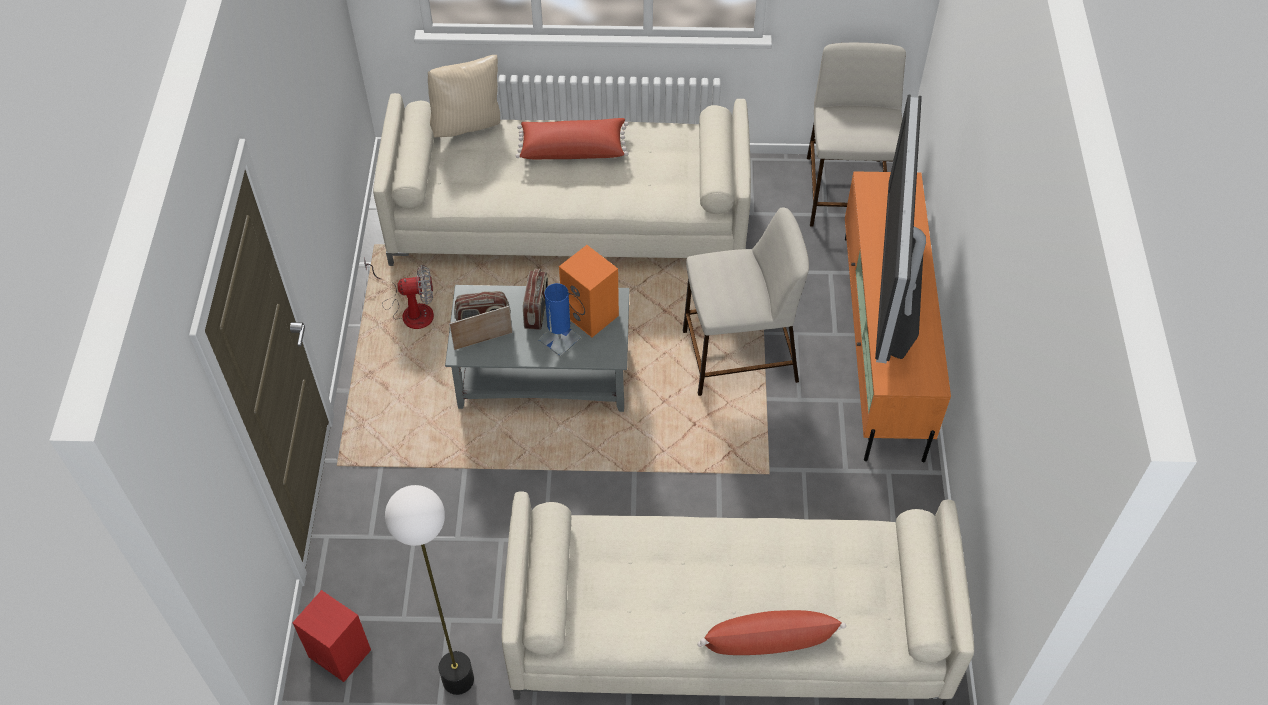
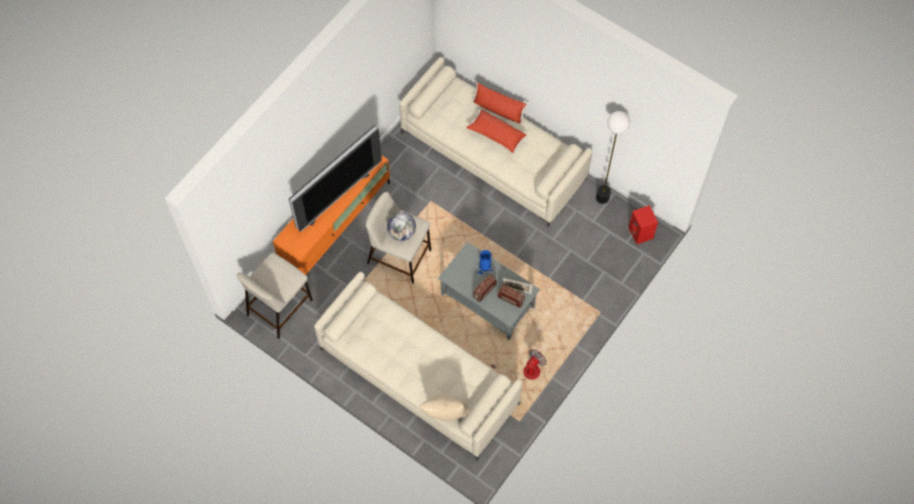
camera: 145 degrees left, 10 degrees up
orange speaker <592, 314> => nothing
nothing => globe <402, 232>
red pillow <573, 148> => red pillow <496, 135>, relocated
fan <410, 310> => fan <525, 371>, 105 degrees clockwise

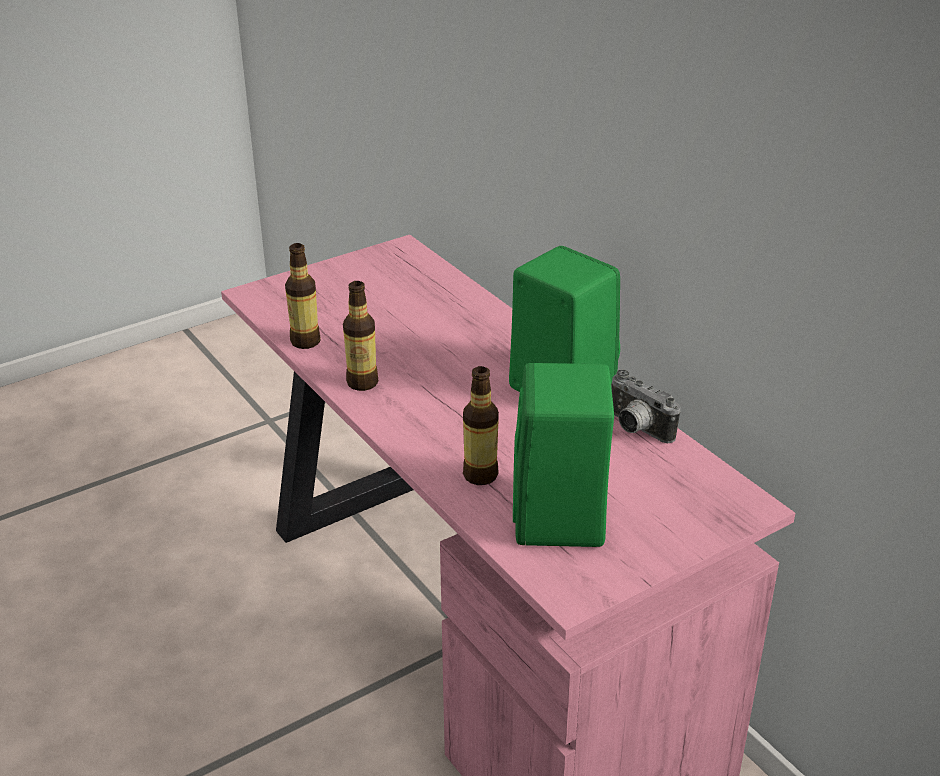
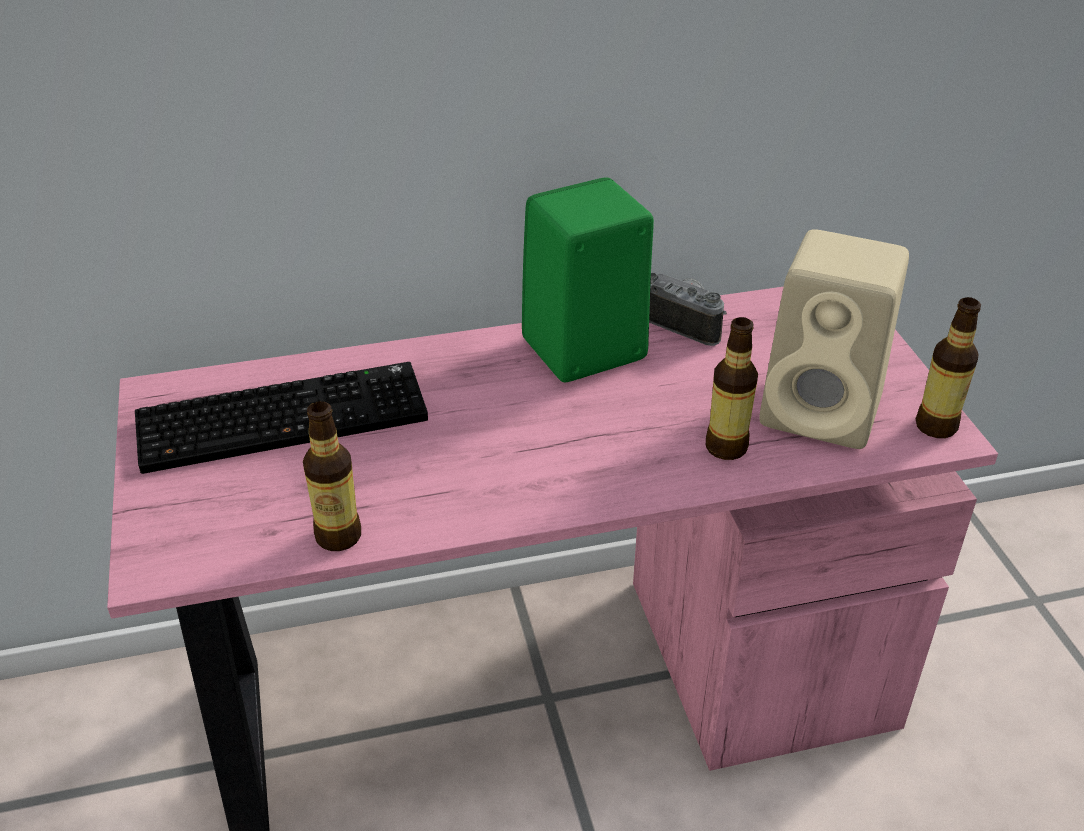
camera: 70 degrees left, 5 degrees up
nothing => keyboard <285, 416>
bottle <362, 383> => bottle <936, 426>, relocated
green speaker <560, 520> => beige speaker <825, 411>
photo camera <635, 429> => photo camera <685, 323>, 120 degrees counterclockwise

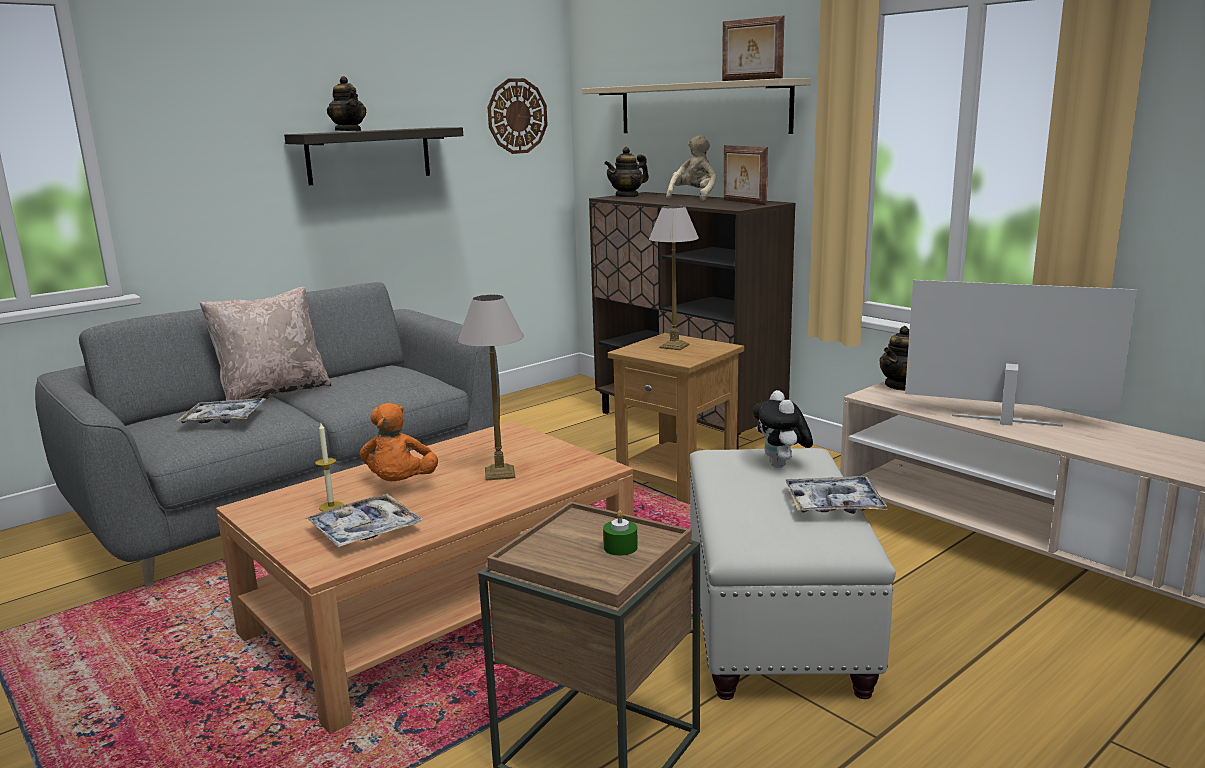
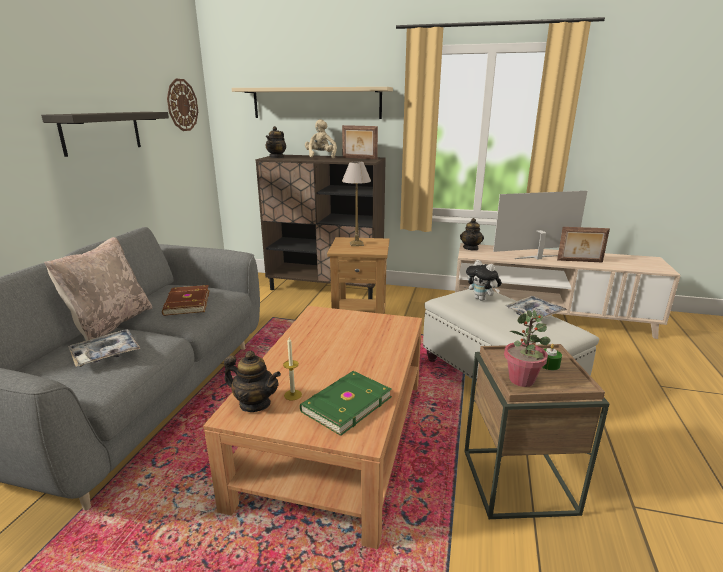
camera: 35 degrees left, 5 degrees up
orange plush toy <400, 485> => nothing
table lamp <500, 473> => nothing
nothing => brown book <186, 303>
nothing => potted plant <522, 380>
teapot <349, 131> => teapot <255, 403>, relocated
picture frame <750, 79> => picture frame <580, 261>, relocated
tray <365, 531> => green book <345, 404>

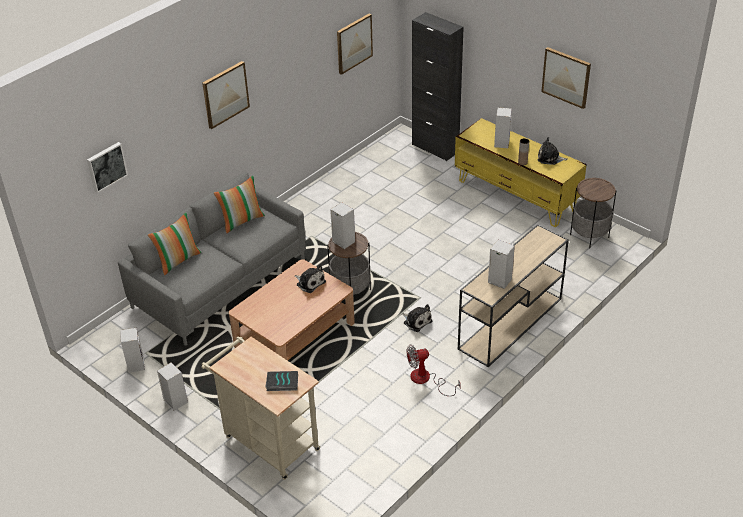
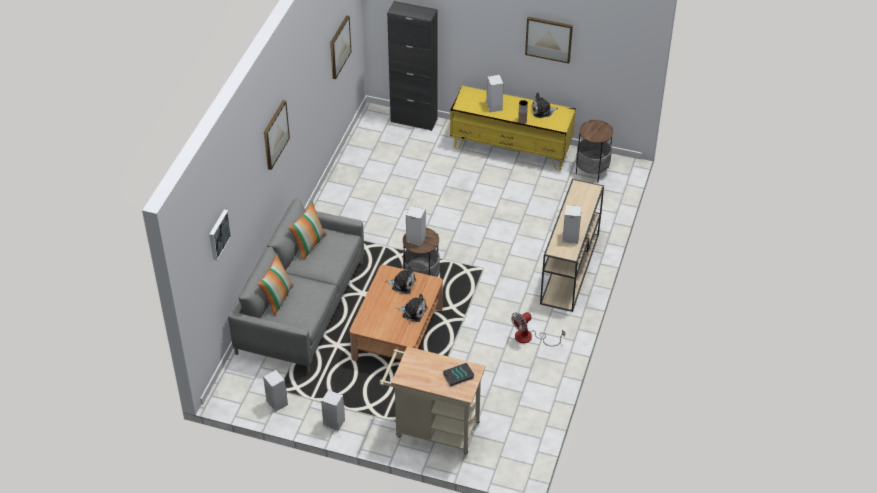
camera: 25 degrees left, 5 degrees up
plush toy <416, 321> => plush toy <413, 311>, relocated

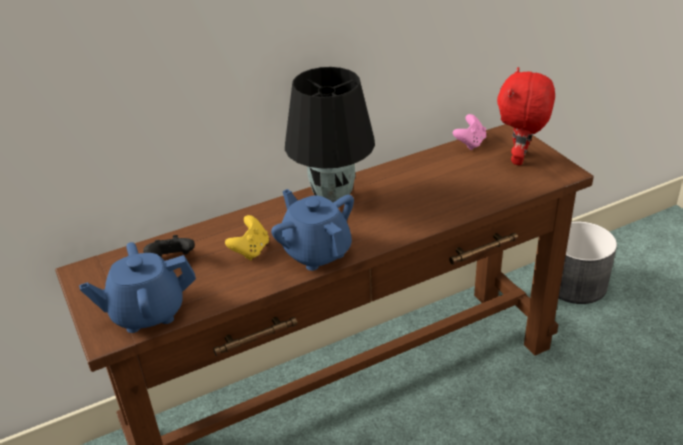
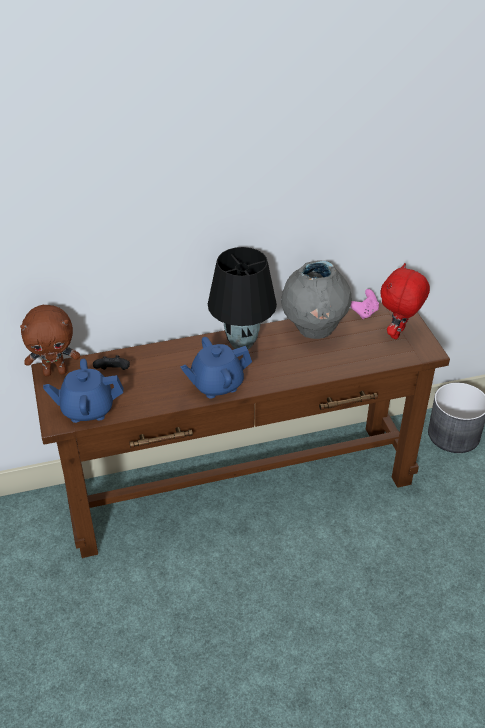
camera: 10 degrees right, 5 degrees up
yellow game controller <251, 250> => nothing
nothing => brown plush toy <55, 372>
nothing => grey vase <314, 330>
blue teapot <316, 252> => blue teapot <216, 385>, 90 degrees counterclockwise

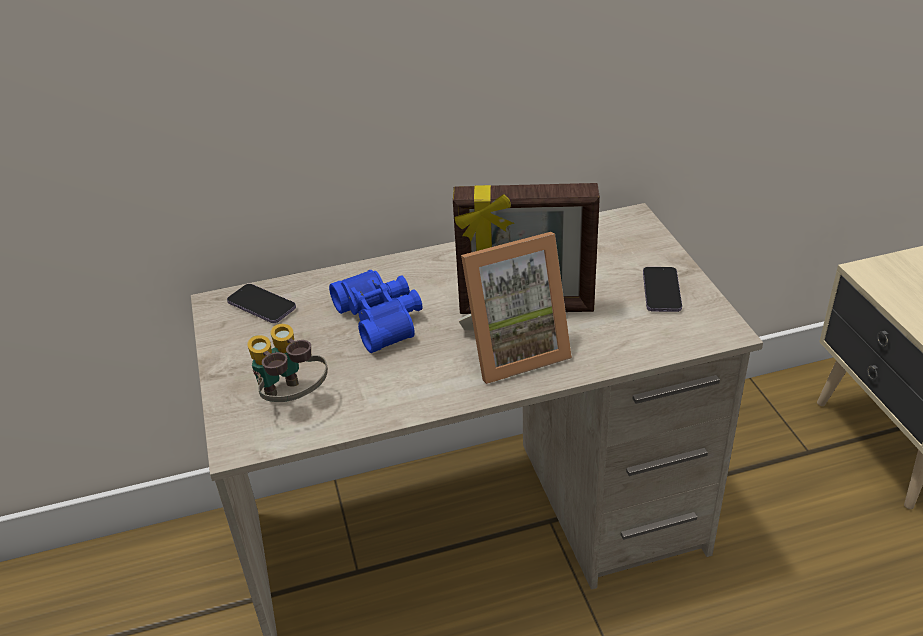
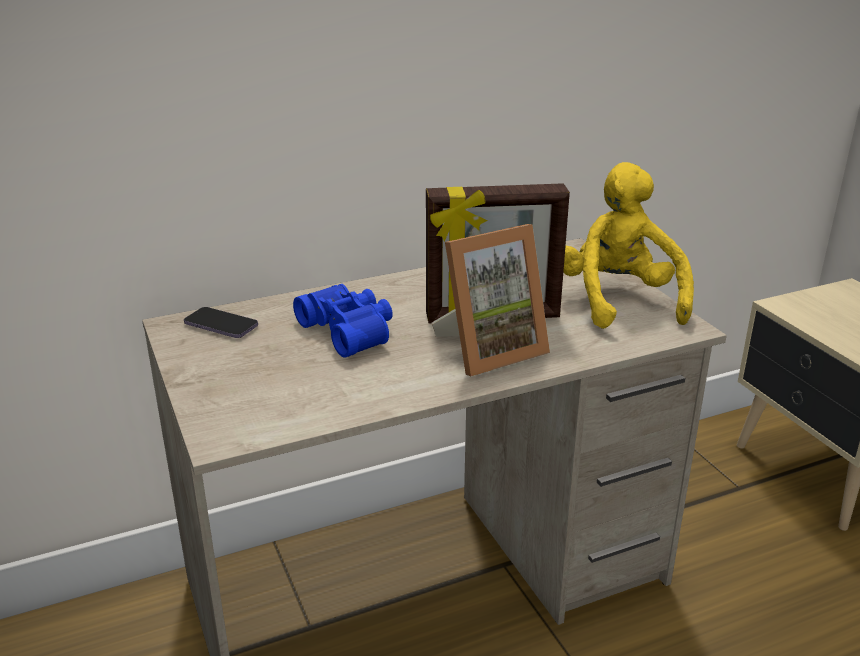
camera: 10 degrees left, 10 degrees down
binoculars <292, 400> => nothing
phone <661, 291> => yellow plush toy <618, 301>

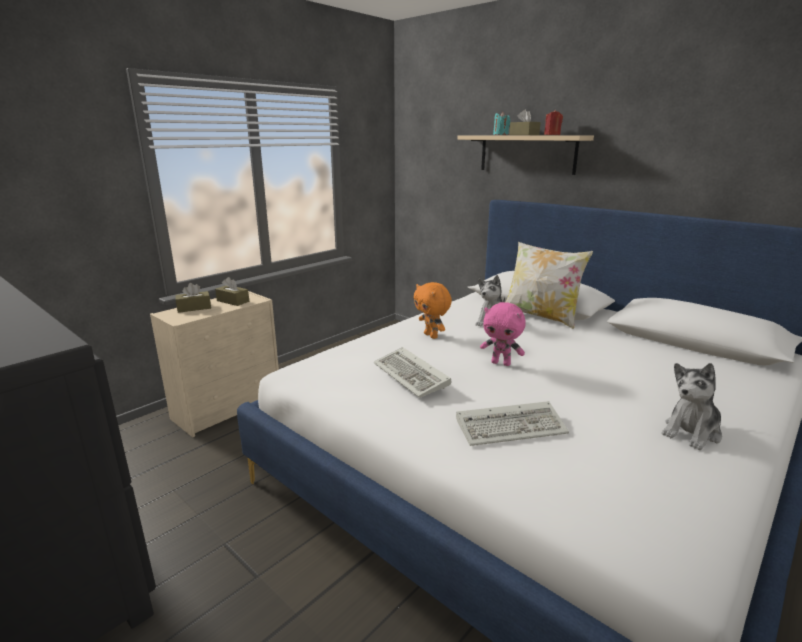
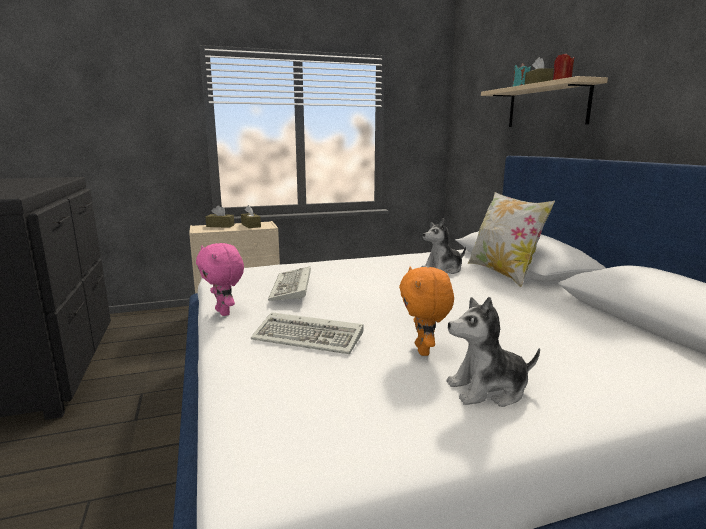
camera: 30 degrees right, 5 degrees down
orange plush toy <431, 336> => orange plush toy <424, 350>, relocated
pink plush toy <501, 363> => pink plush toy <224, 312>, relocated

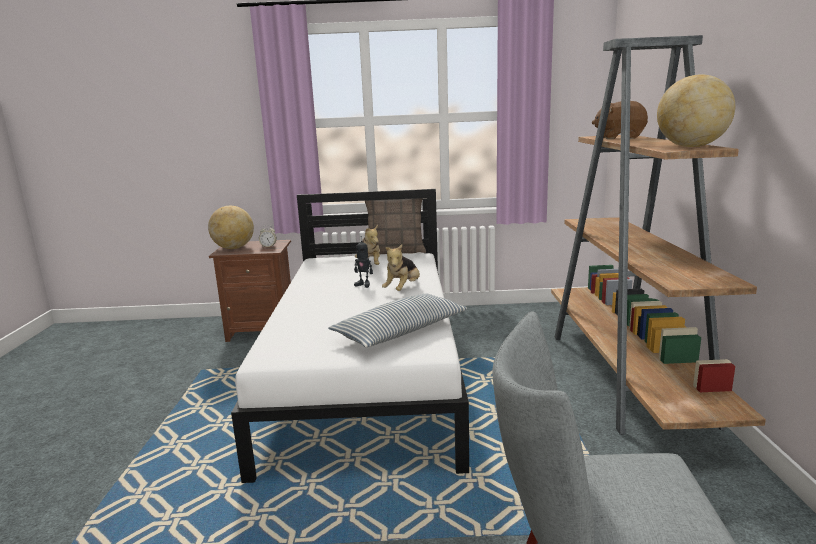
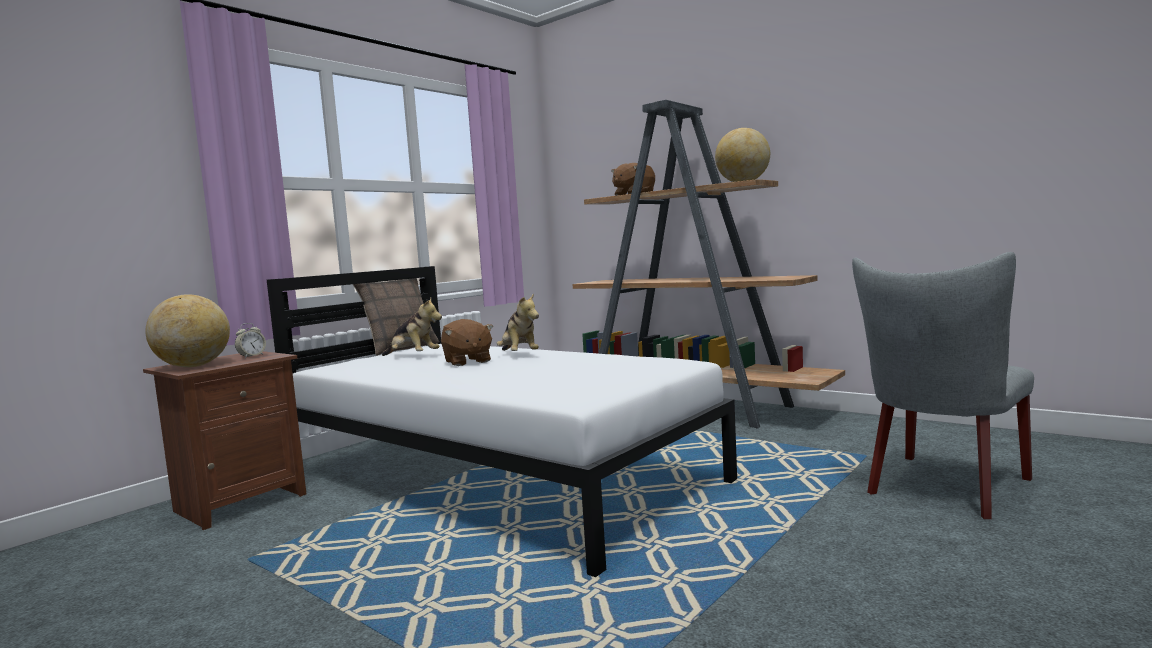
camera: 50 degrees left, 10 degrees down
pillow <400, 332> => nothing
toy robot <363, 285> => brown plush toy <467, 361>

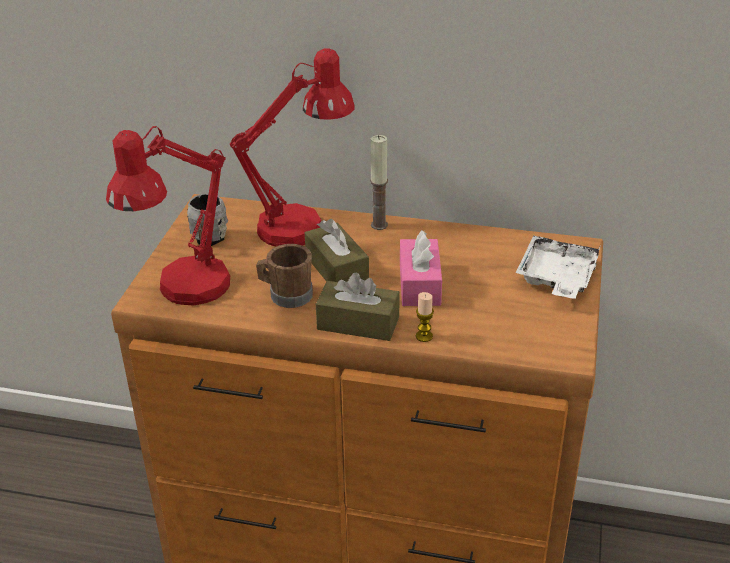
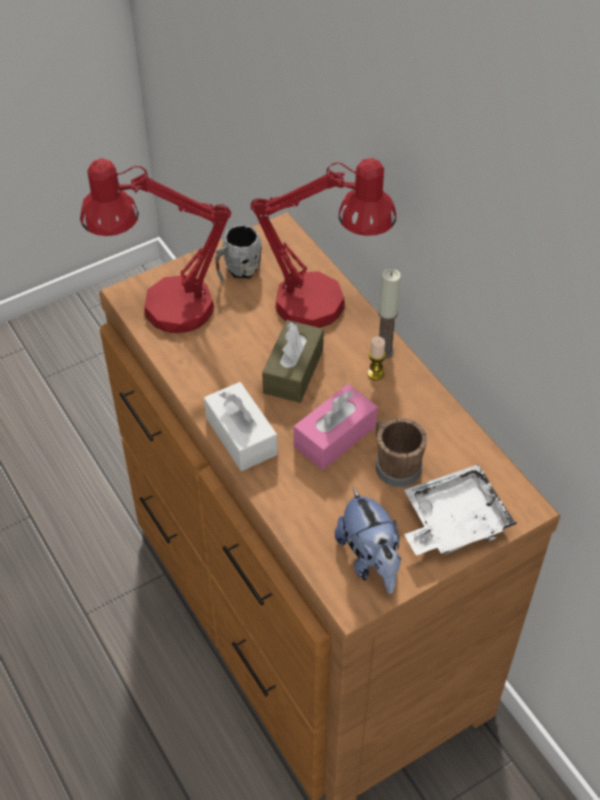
camera: 45 degrees right, 15 degrees up
nothing => plush toy <370, 560>
brown mug <286, 295> => brown mug <395, 465>, relocated
candle <424, 336> => candle <375, 374>, relocated
brown tissue box <358, 323> => white tissue box <241, 436>

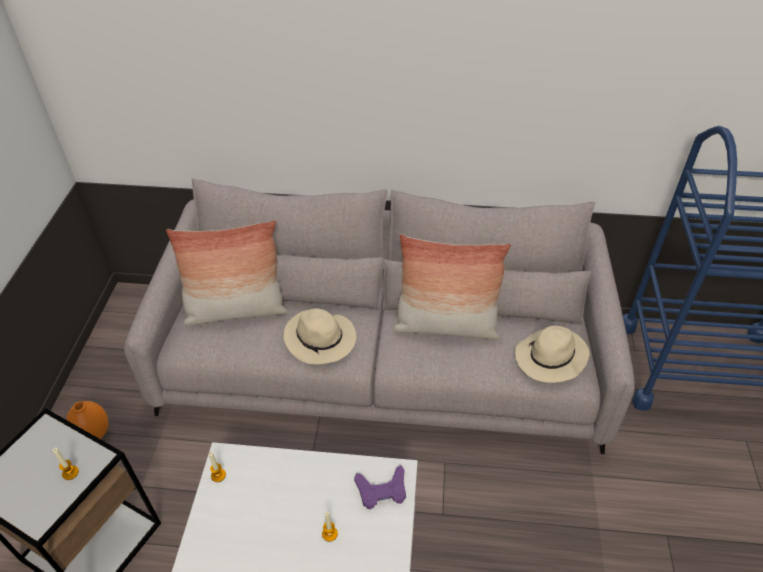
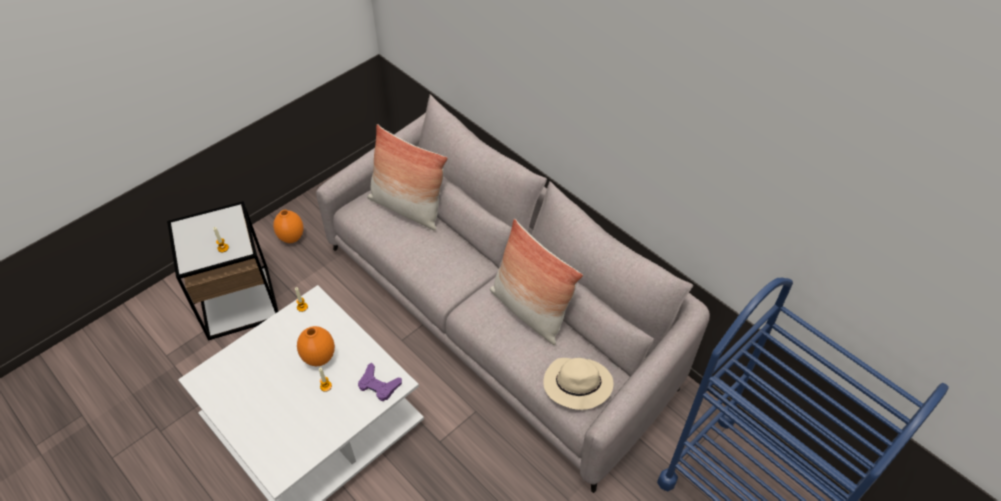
camera: 40 degrees right, 5 degrees up
beige hat <321, 339> => nothing
nothing => orange vase <319, 358>

